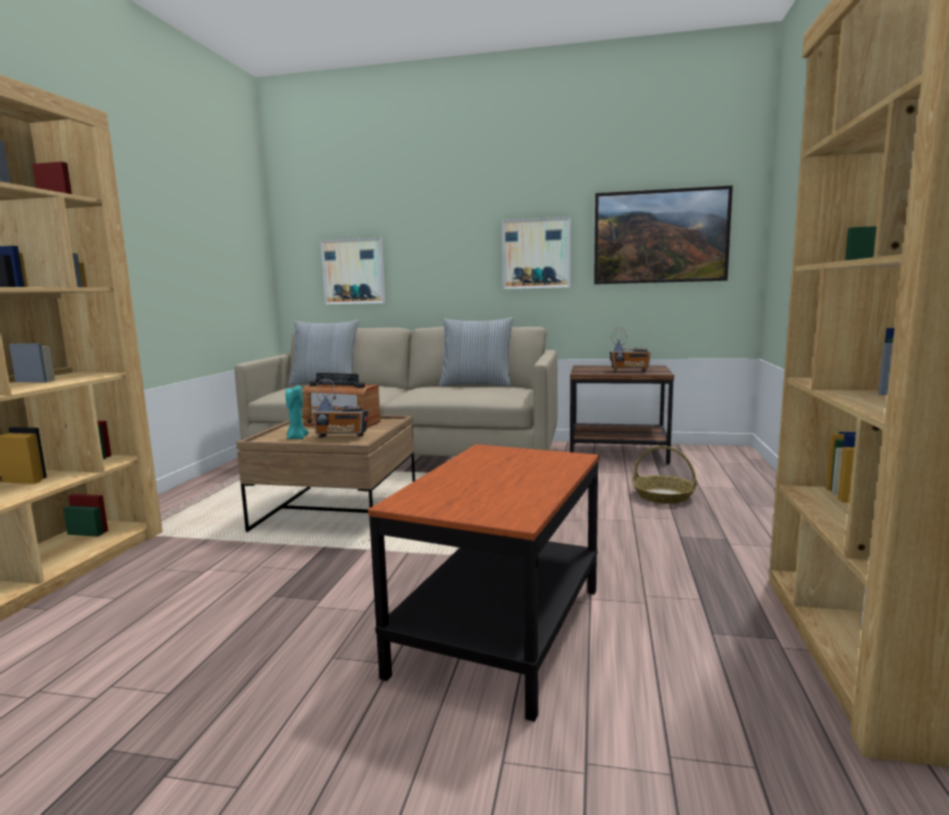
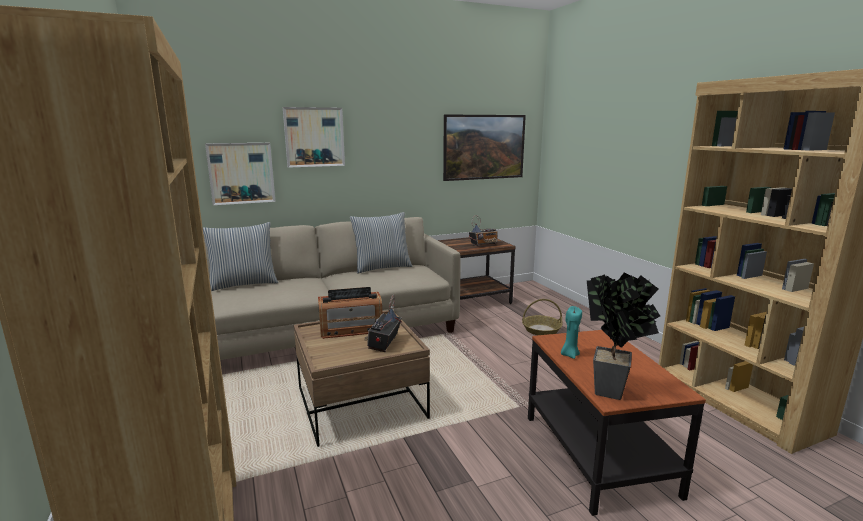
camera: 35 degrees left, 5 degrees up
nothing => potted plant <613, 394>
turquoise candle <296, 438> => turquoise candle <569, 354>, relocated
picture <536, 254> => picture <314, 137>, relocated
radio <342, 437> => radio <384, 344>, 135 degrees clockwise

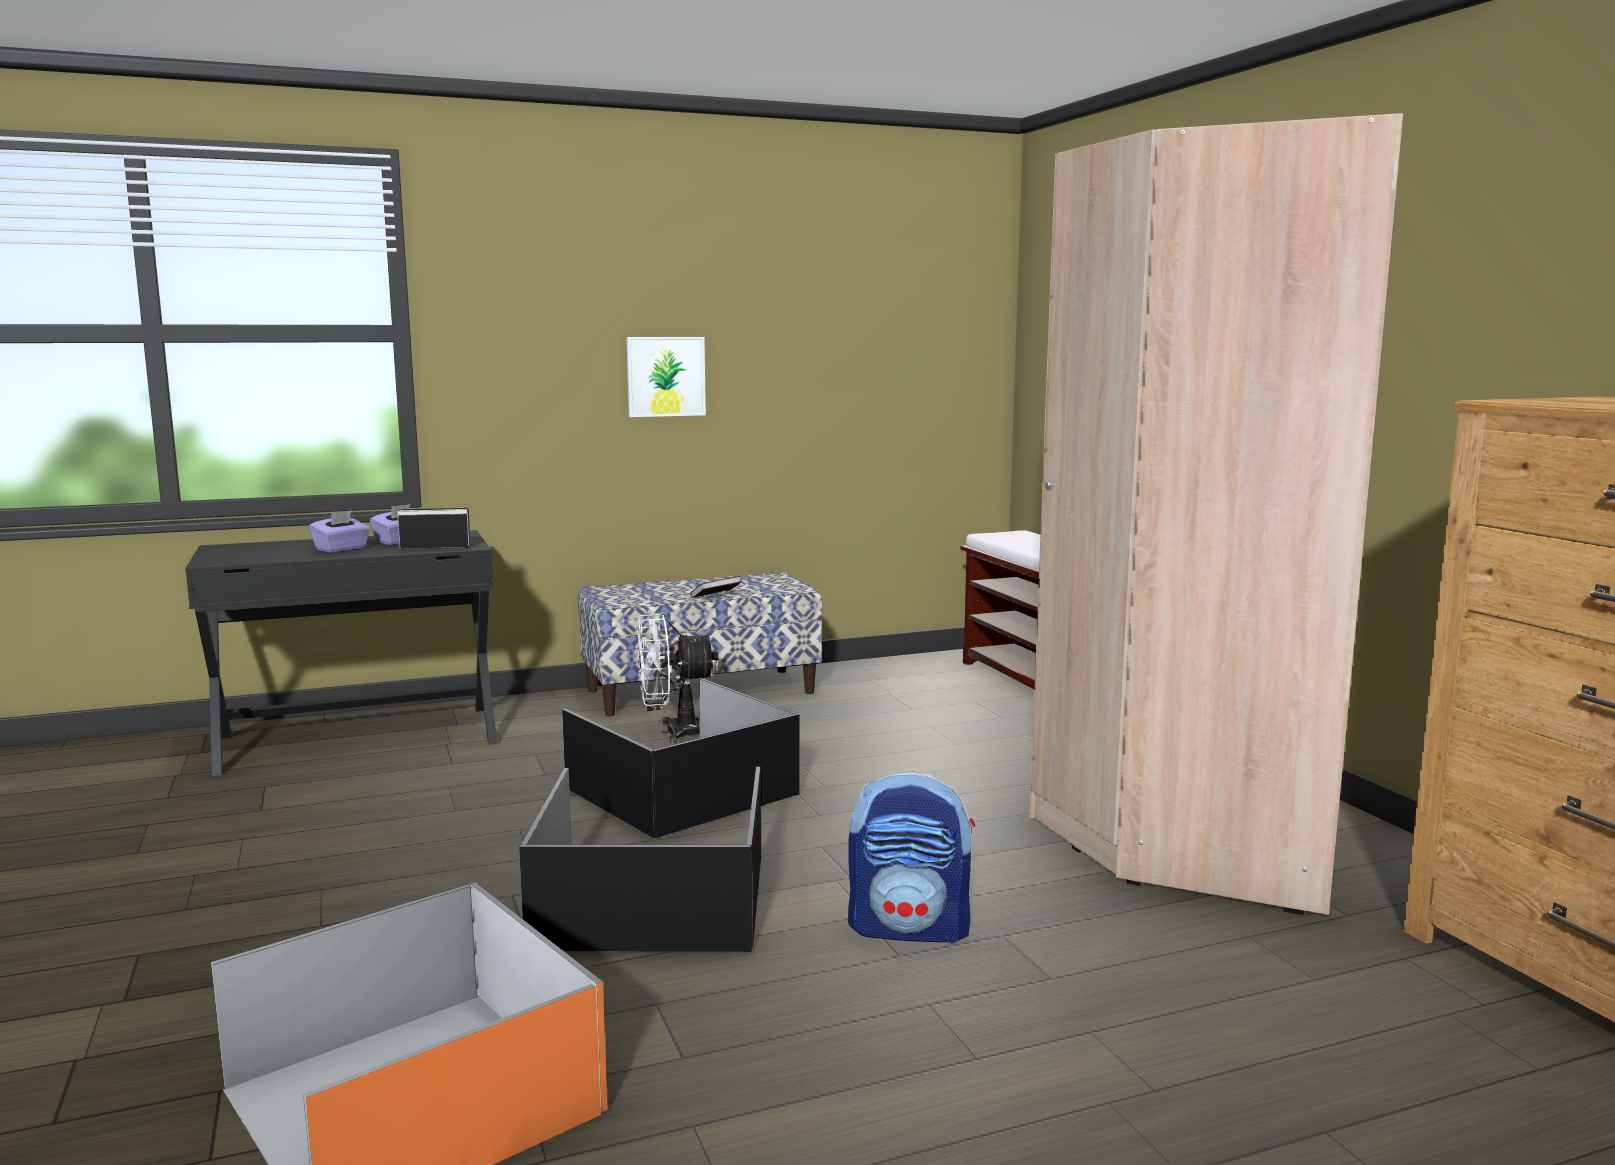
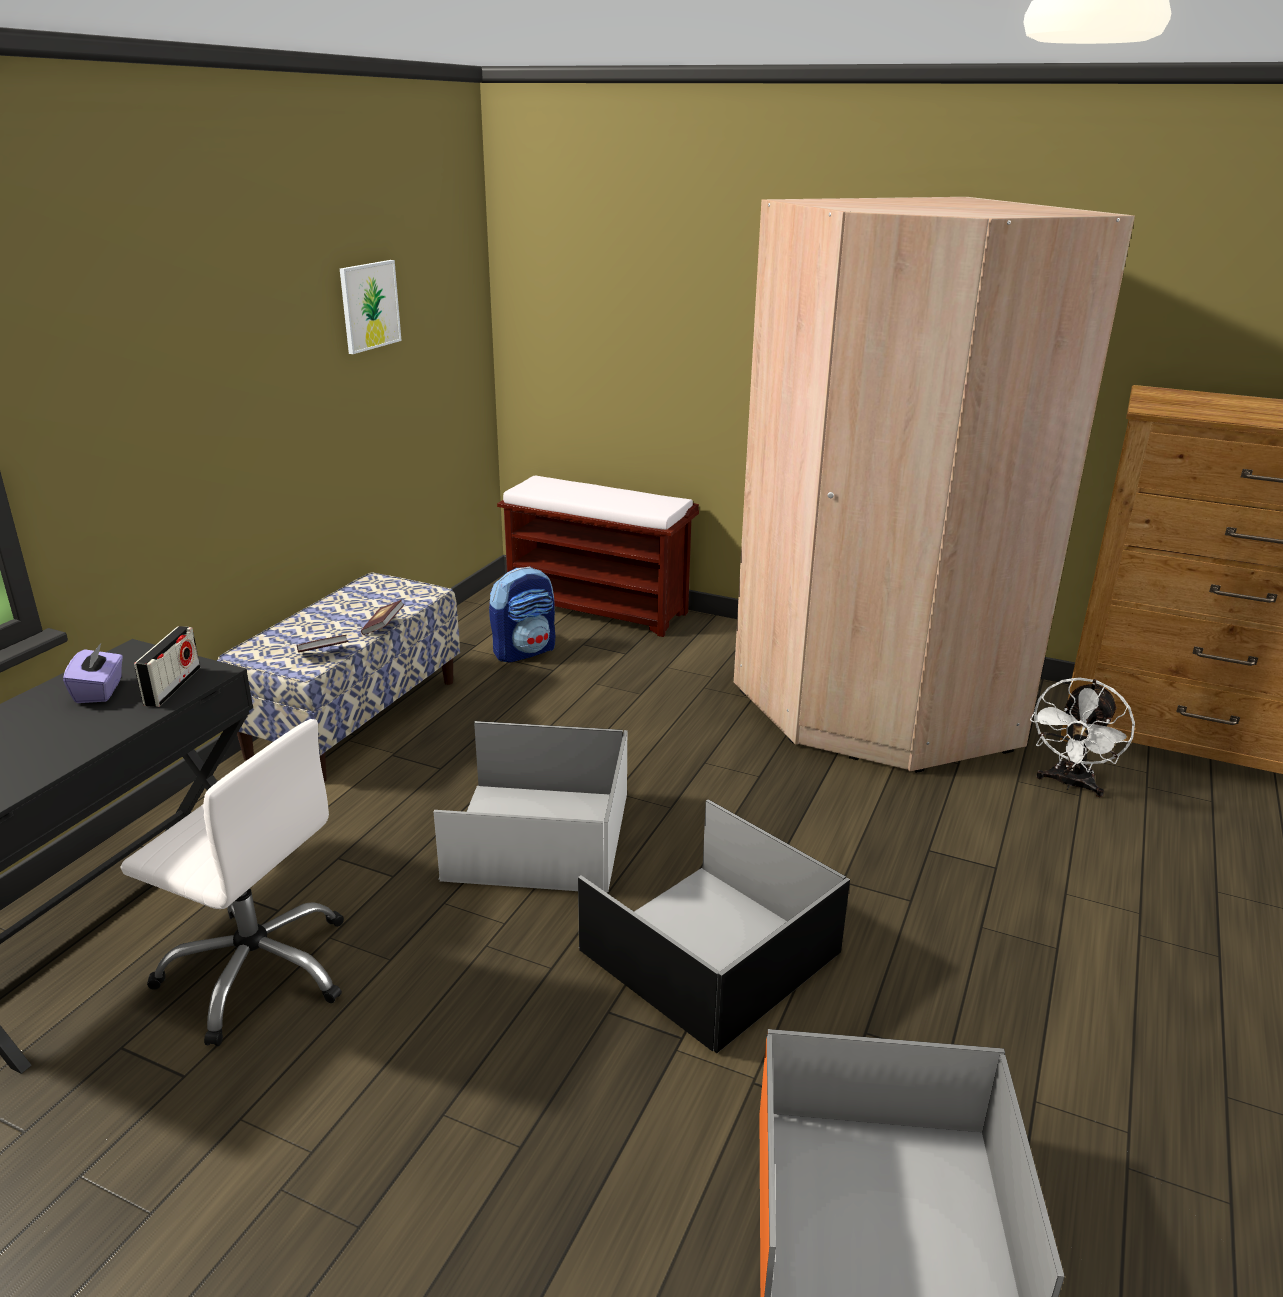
camera: 45 degrees left, 15 degrees up
purple tissue box <341, 549> => nothing
nothing => white office chair <258, 970>
nothing => book <323, 653>
picture <666, 376> => picture <369, 306>, relocated
white fan <674, 732> => white fan <1069, 784>, relocated
backpack <910, 928> => backpack <525, 651>, relocated
black storage box <683, 790> => white storage box <538, 833>
radio <435, 547> => radio <172, 686>, 150 degrees clockwise

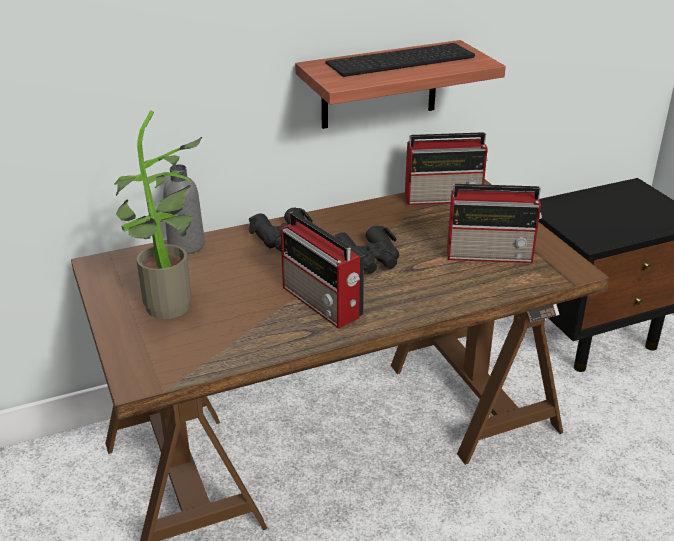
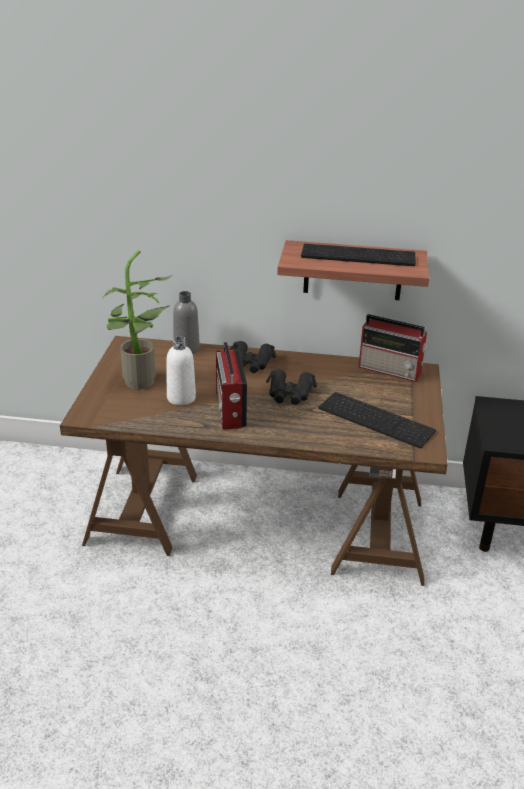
camera: 30 degrees right, 0 degrees up
nothing => white bottle <181, 398>
radio <491, 254> => keyboard <378, 419>

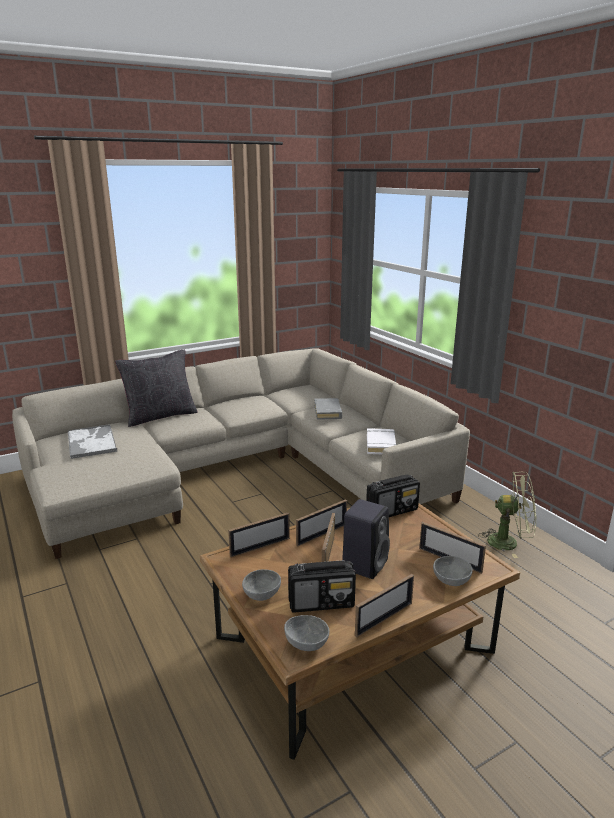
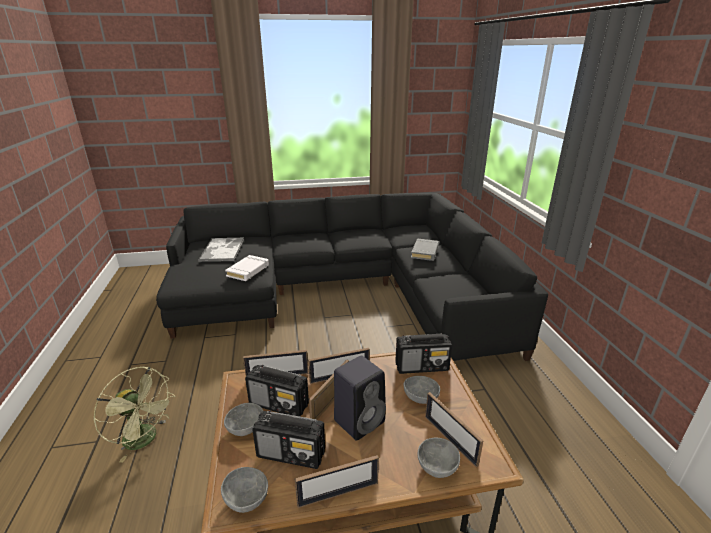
camera: 20 degrees right, 5 degrees up
black pillow <160, 416> => nothing
nothing => radio <279, 404>
nothing => grey bowl <420, 397>
white book <381, 445> => white book <248, 271>, relocated
green fan <509, 542> => green fan <145, 440>, relocated
beige sofa <238, 471> => black sofa <344, 291>

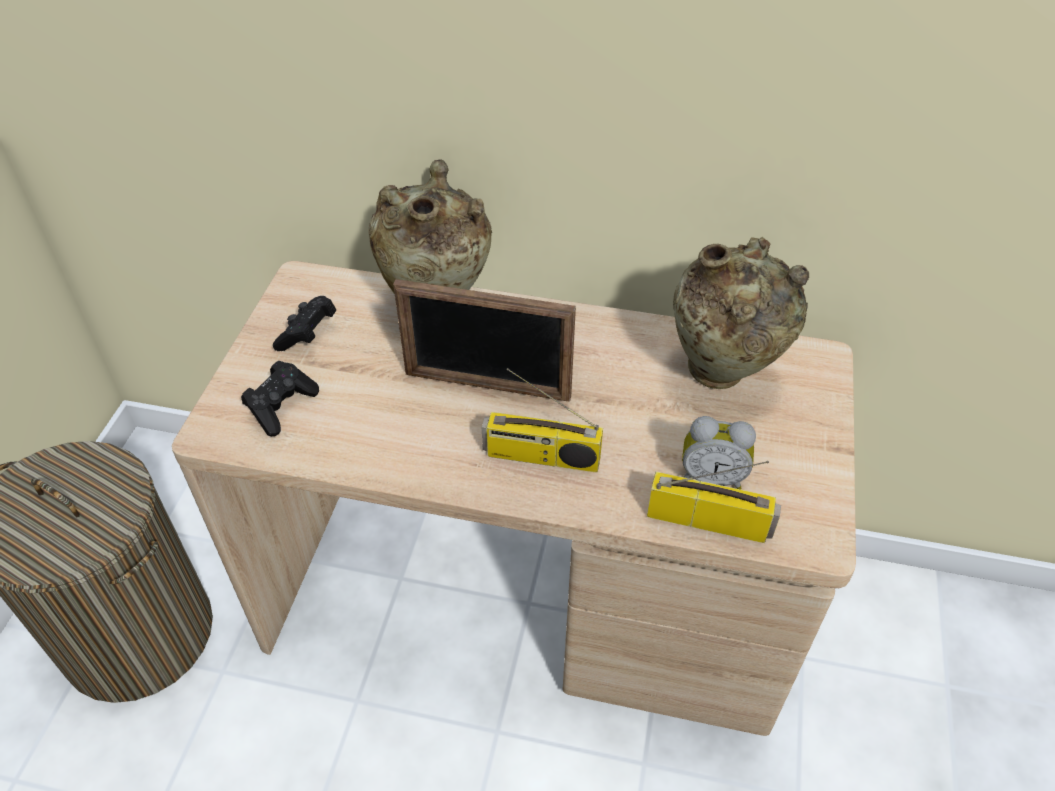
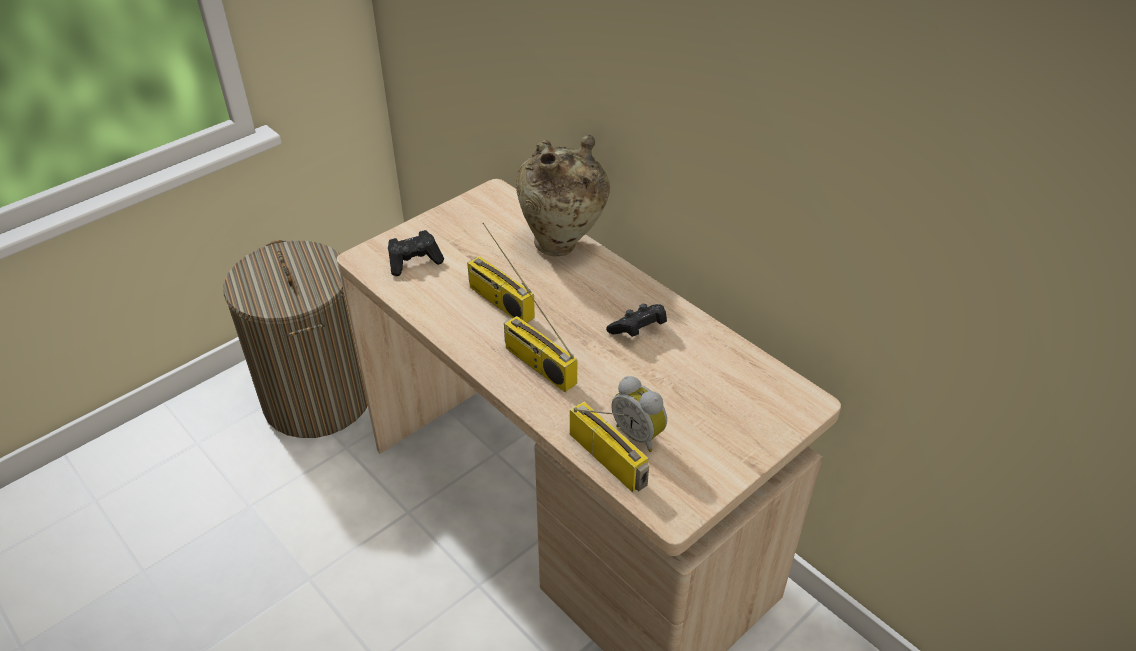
camera: 35 degrees right, 5 degrees down
picture frame <487, 386> => nothing
beige vase <722, 376> => nothing
nothing => radio <499, 302>
black game controller <308, 334> => black game controller <638, 330>, relocated

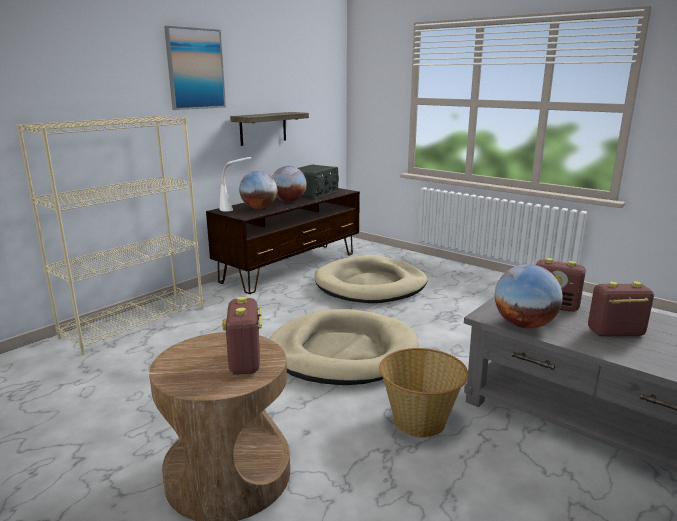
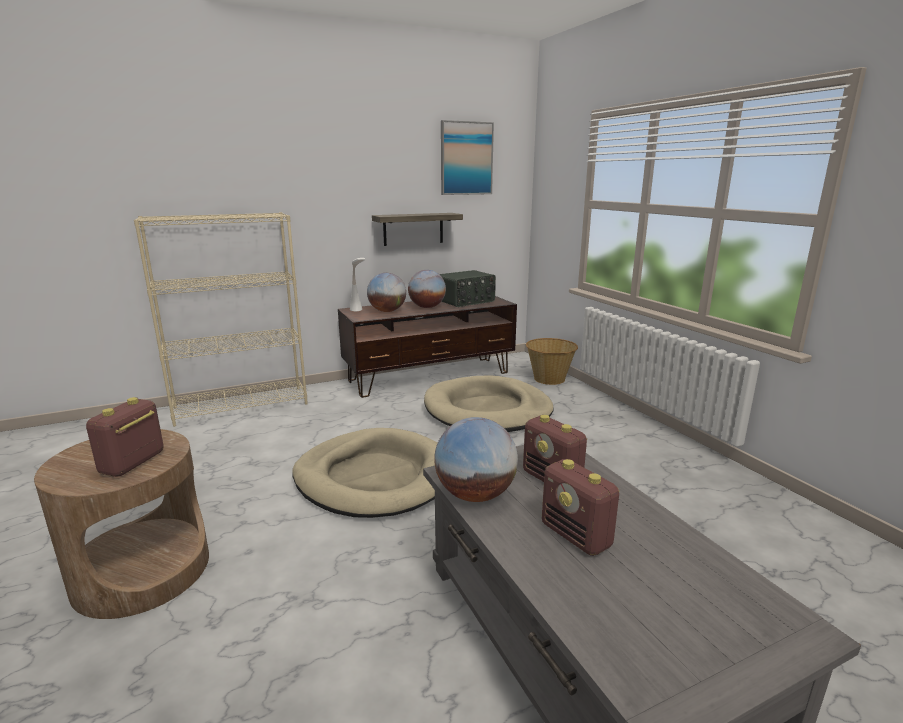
camera: 25 degrees right, 0 degrees up
picture <195, 69> => picture <466, 158>, relocated
basket <420, 421> => basket <549, 379>, relocated
radio <615, 333> => radio <576, 536>, 150 degrees counterclockwise

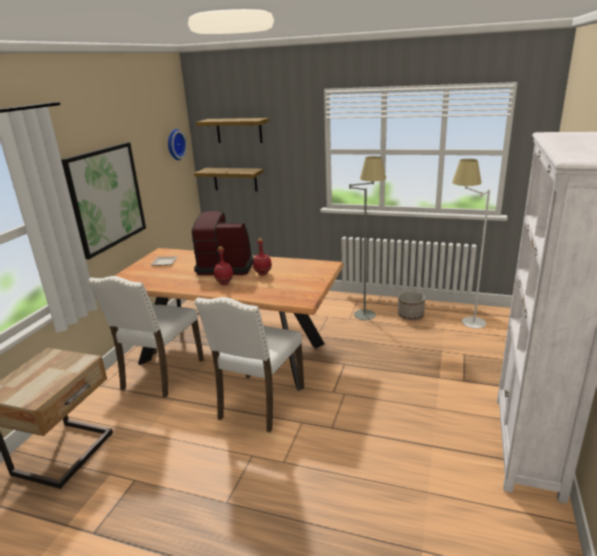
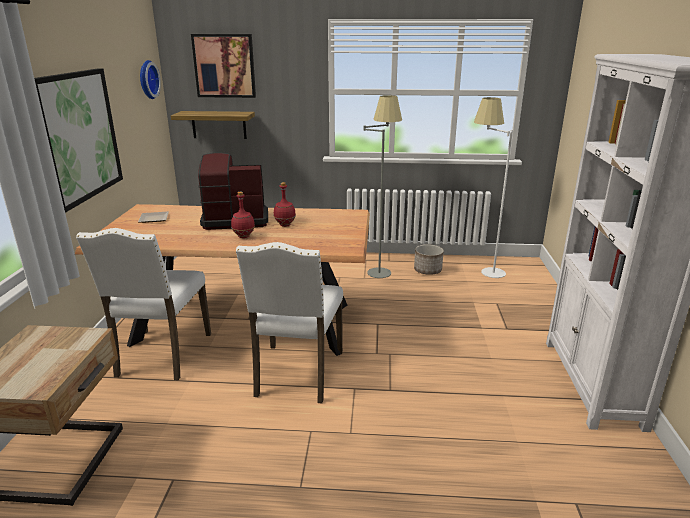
camera: 15 degrees left, 0 degrees up
shelf <239, 130> => picture <224, 66>

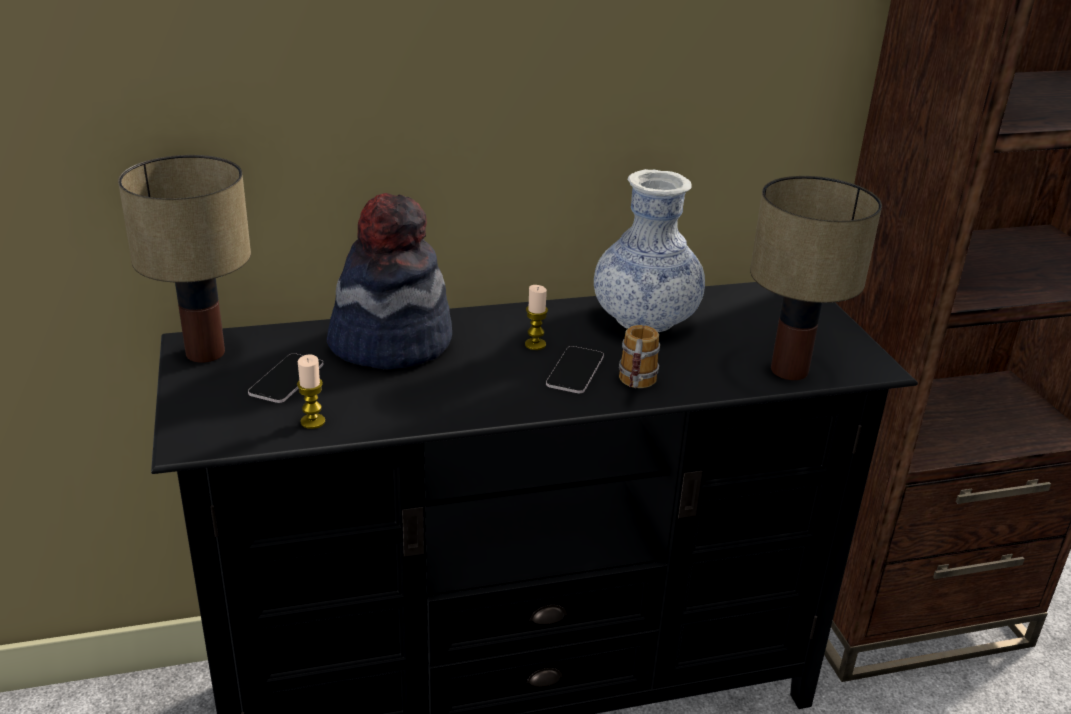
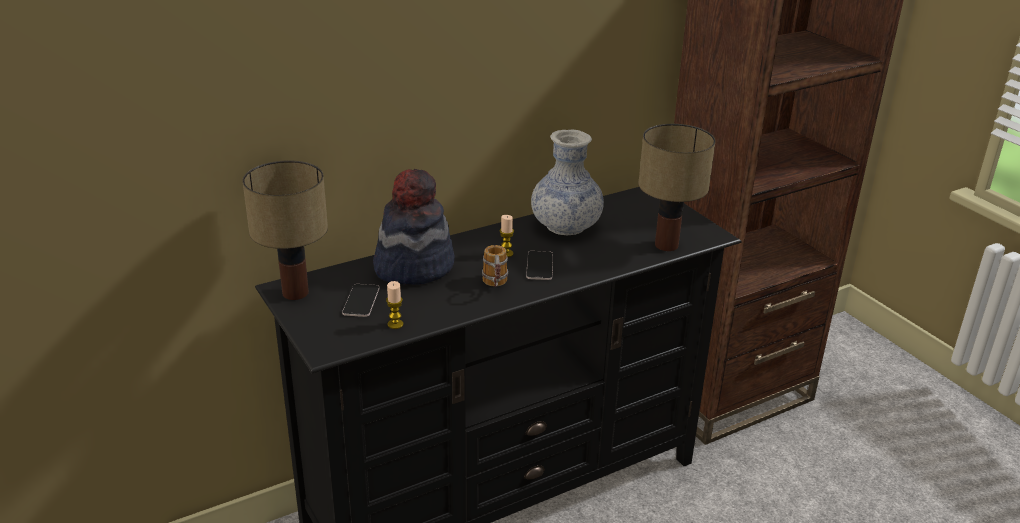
camera: 15 degrees left, 0 degrees up
mug <635, 388> => mug <495, 286>, relocated

